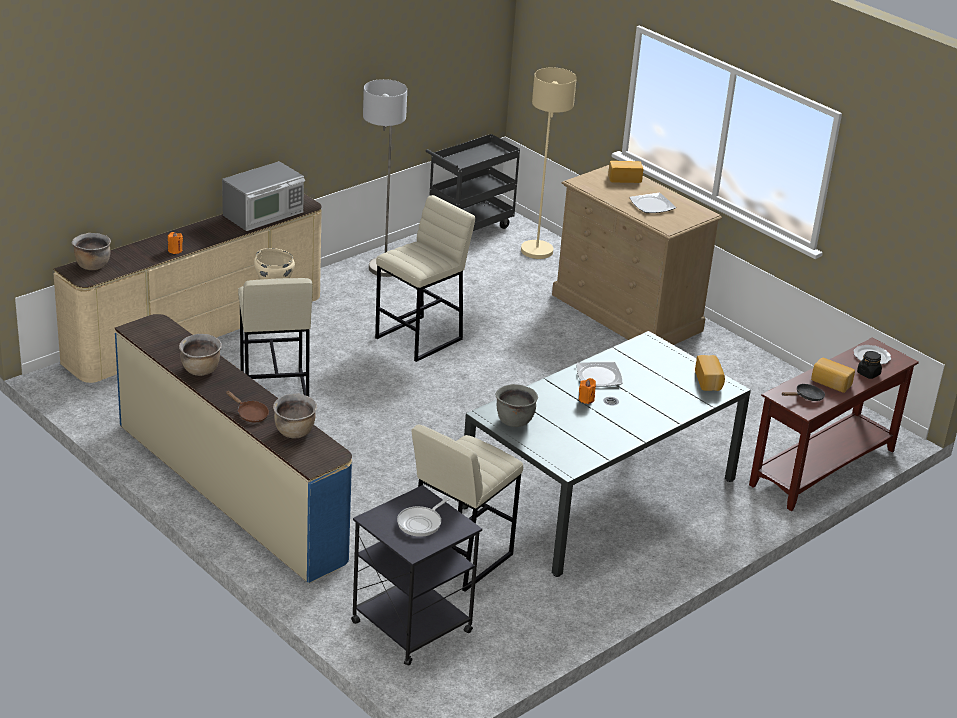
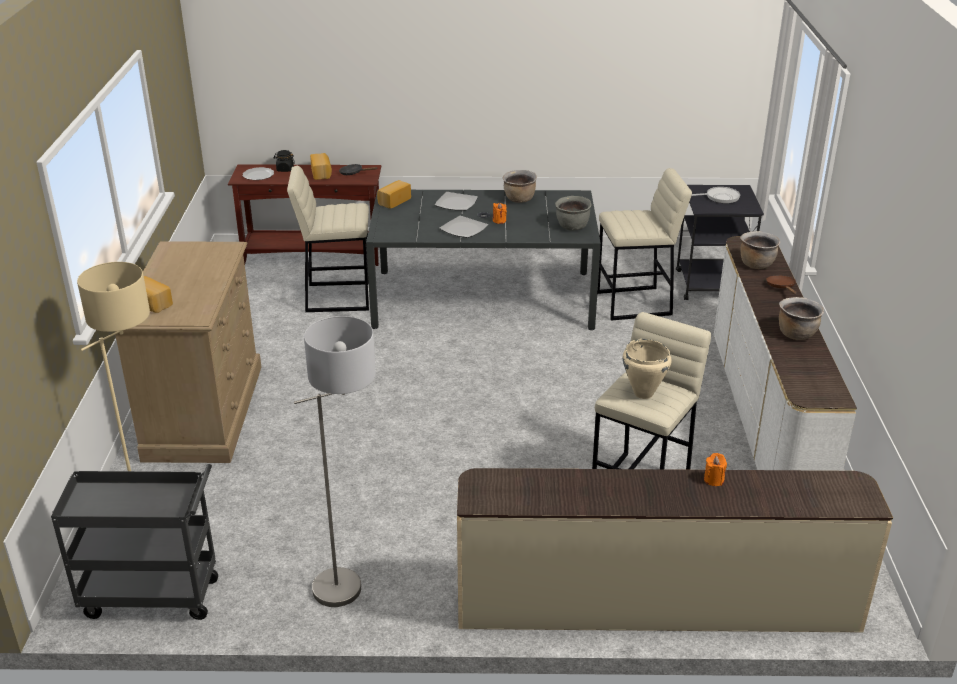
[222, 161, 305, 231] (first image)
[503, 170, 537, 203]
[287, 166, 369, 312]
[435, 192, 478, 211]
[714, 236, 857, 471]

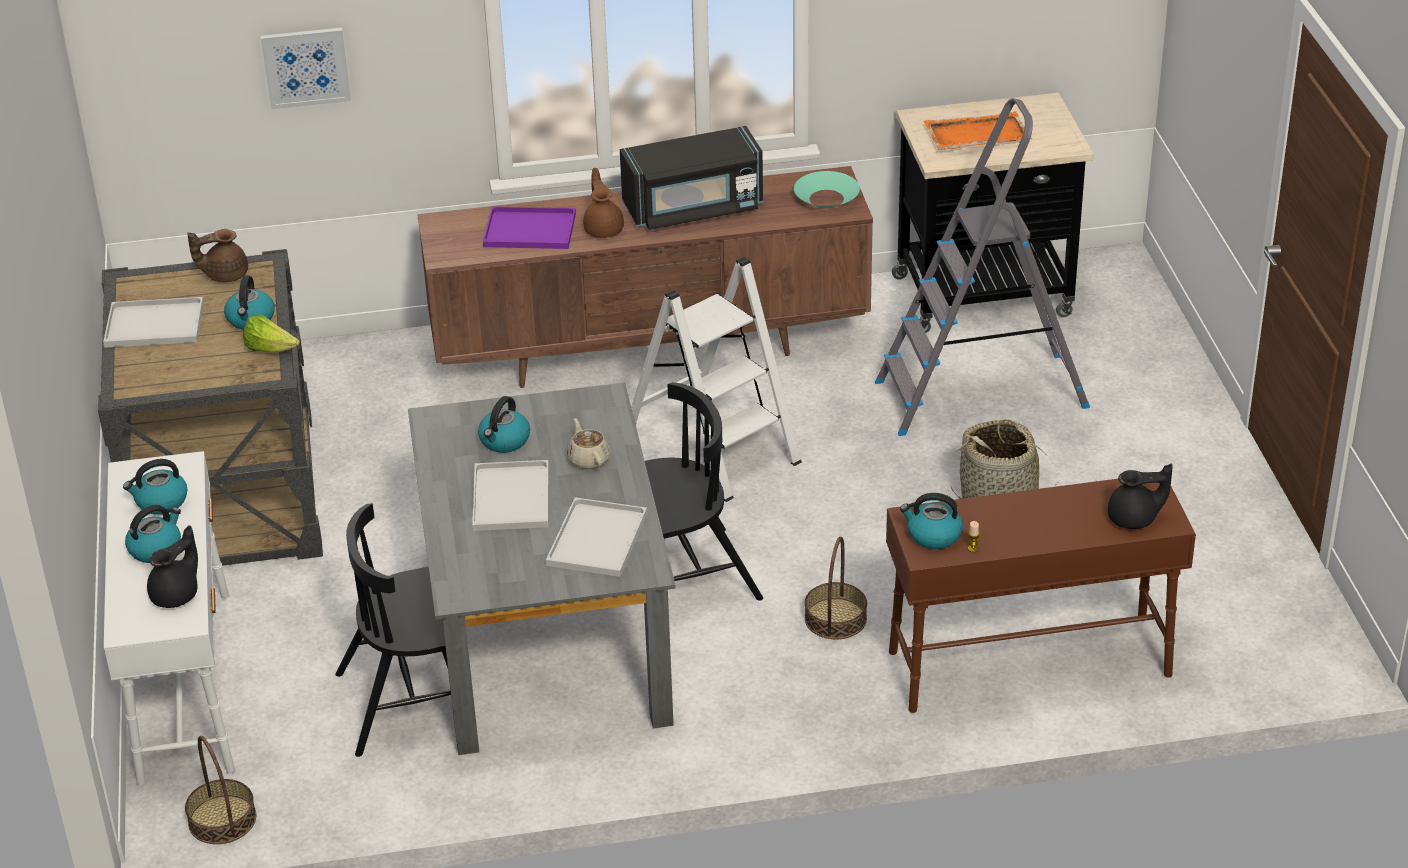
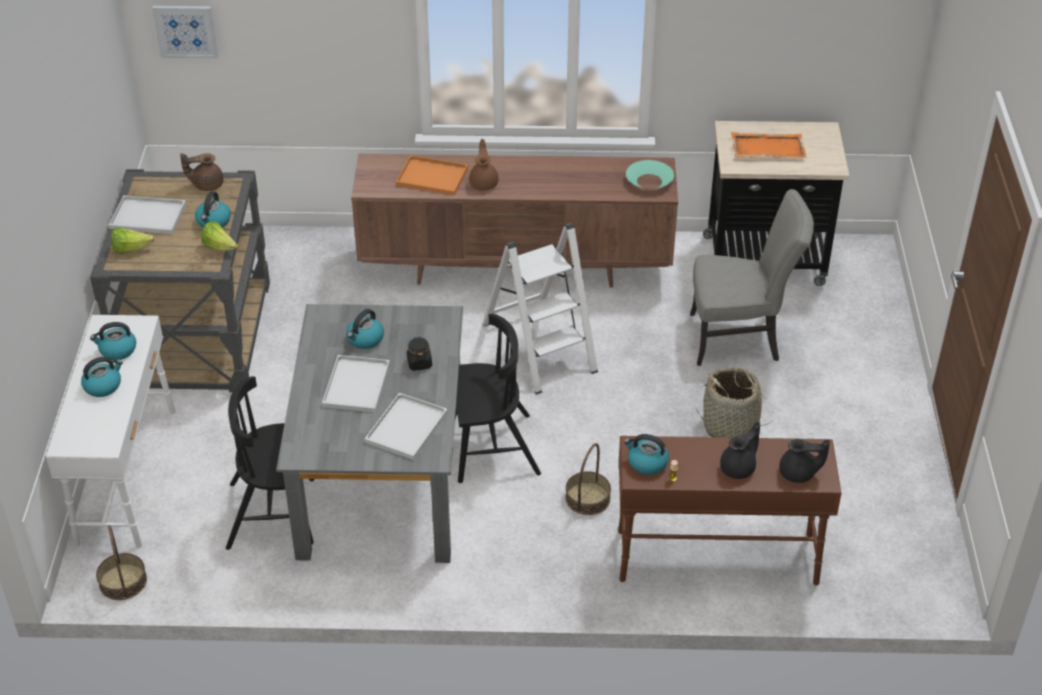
[620, 126, 763, 230] (first image)
[111, 227, 155, 254]
[720, 421, 760, 479]
[152, 6, 218, 59]
[407, 337, 432, 371]
[690, 189, 814, 366]
[396, 155, 468, 195]

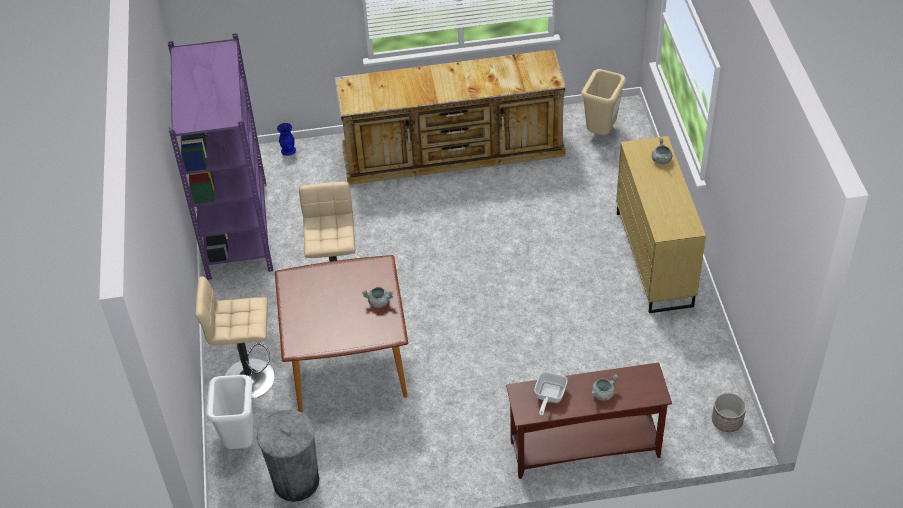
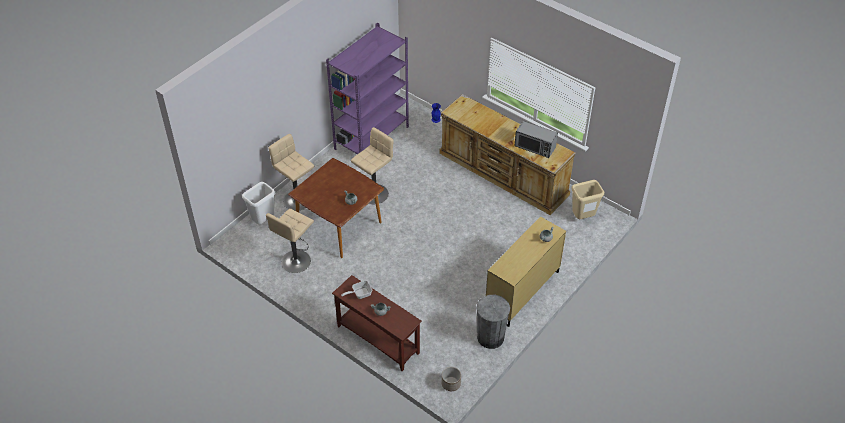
[266, 208, 314, 273]
[514, 121, 558, 158]
[476, 295, 510, 349]

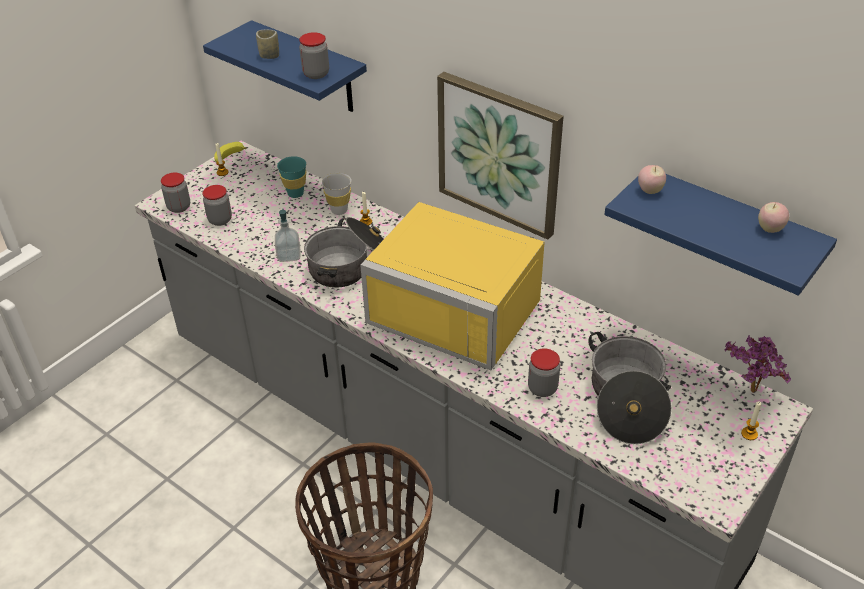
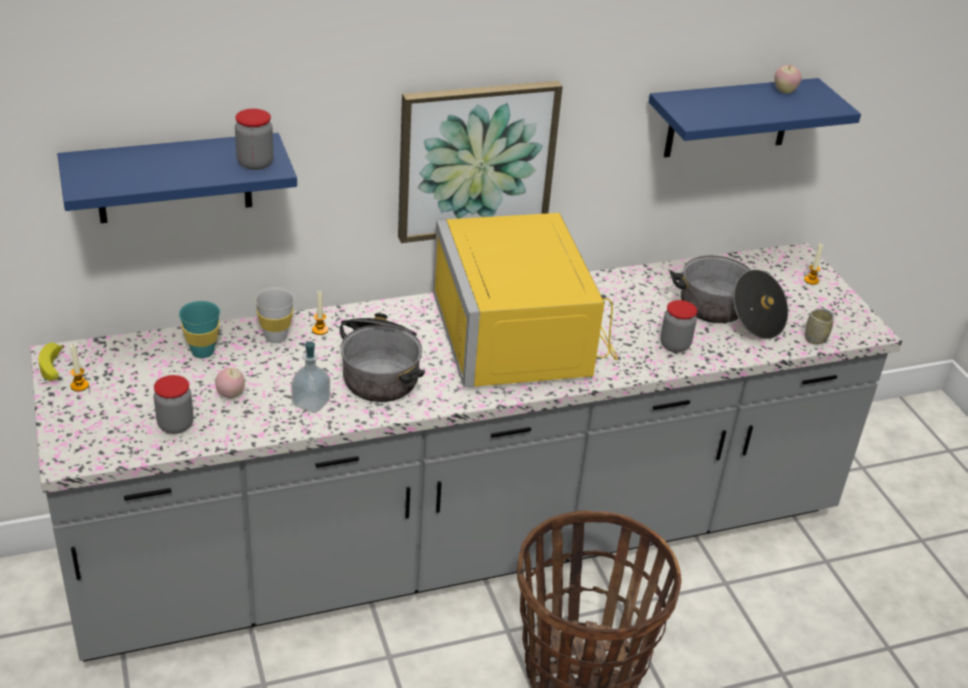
[161, 173, 190, 213] (first image)
[724, 335, 791, 393] (first image)
[805, 309, 834, 344]
[215, 368, 245, 399]
[433, 213, 618, 387]

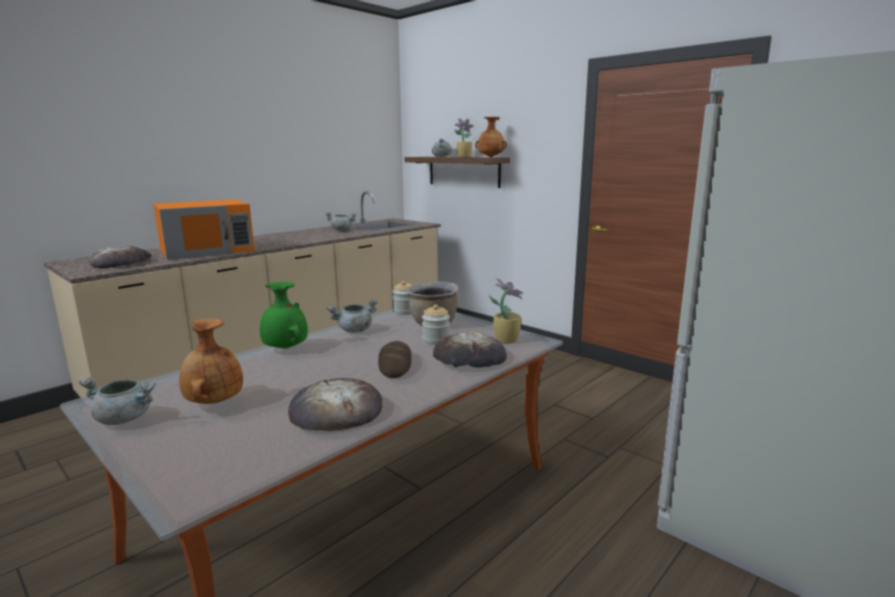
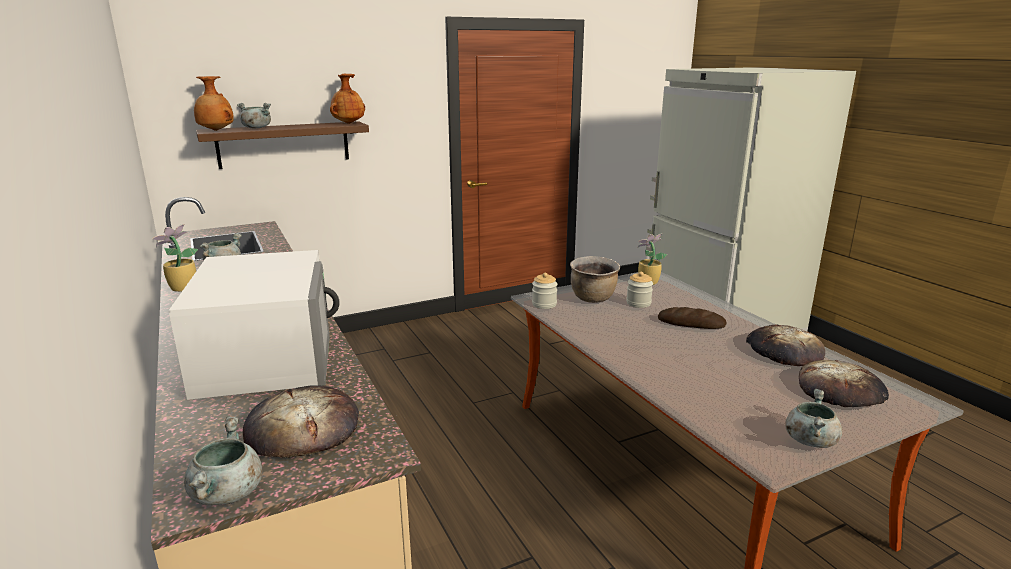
[260, 282, 308, 349] (first image)
[194, 76, 234, 131]
[184, 416, 263, 505]
[799, 360, 889, 407]
[152, 224, 198, 292]
[168, 250, 340, 400]

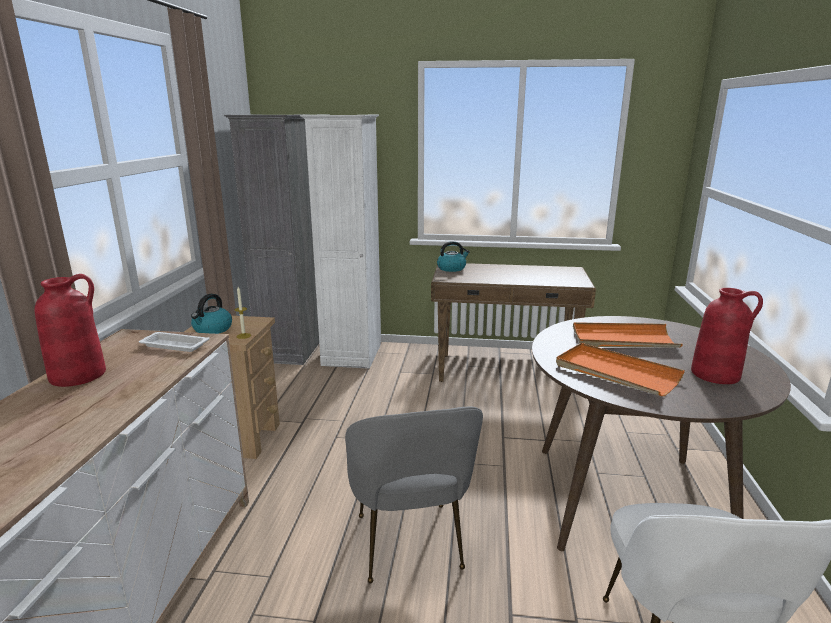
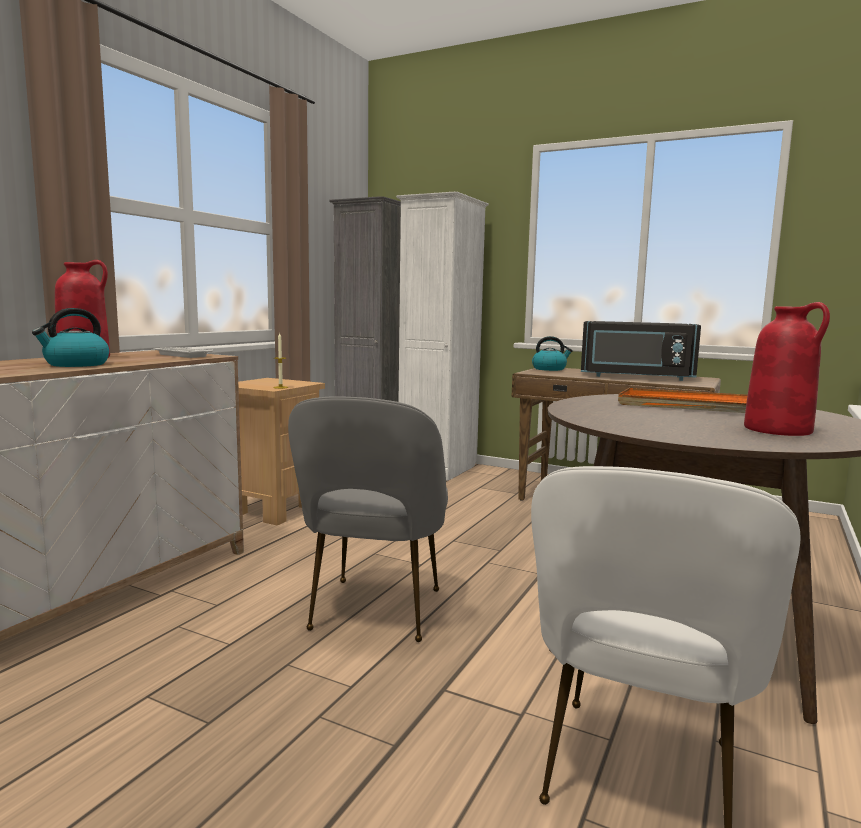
[556, 343, 685, 396] (first image)
[581, 321, 701, 381]
[32, 308, 109, 367]

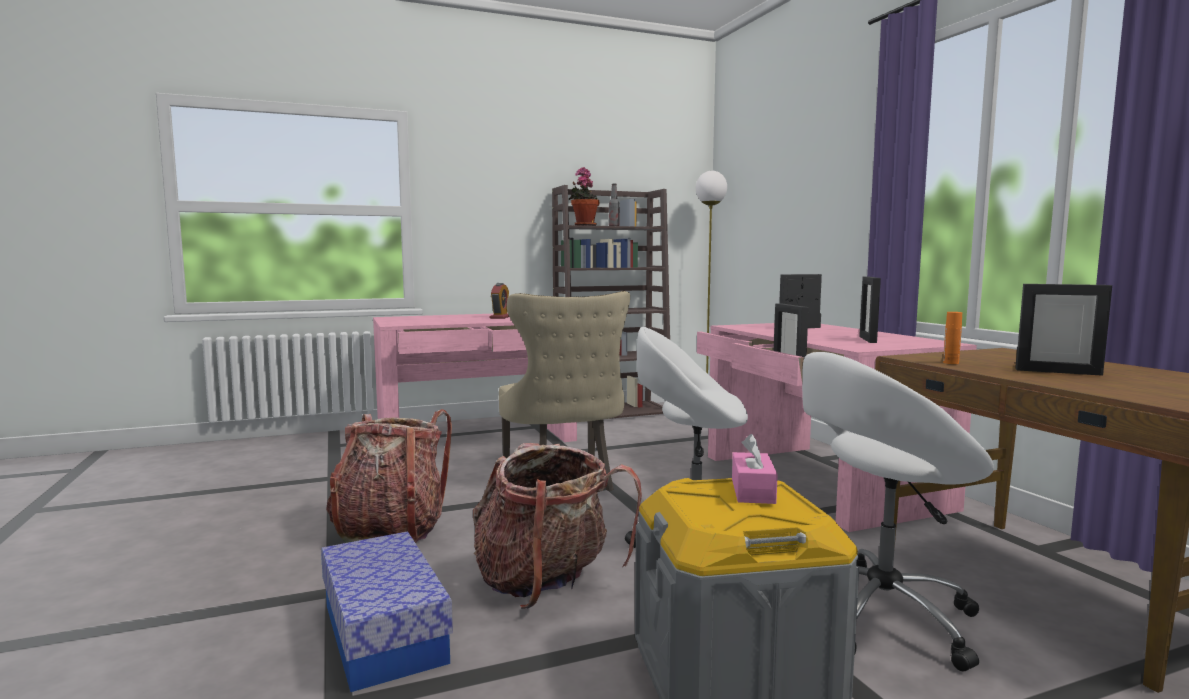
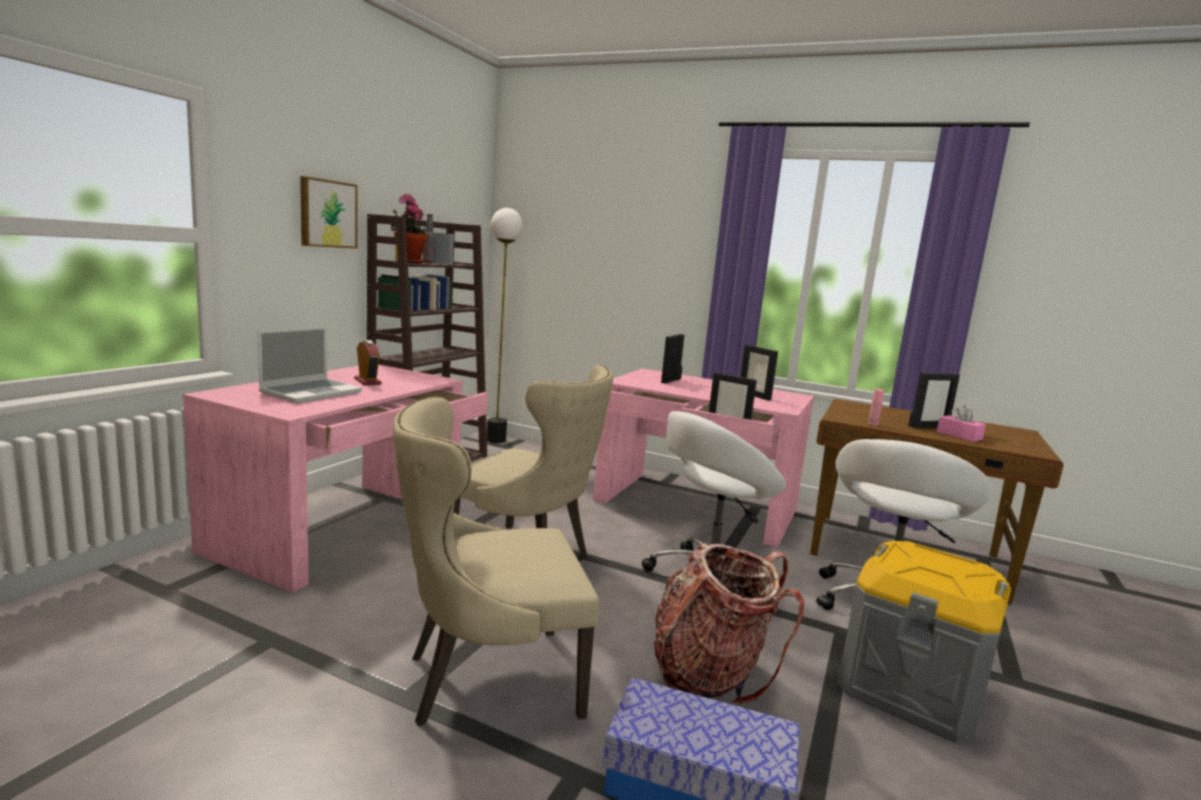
[258, 327, 362, 404]
[300, 176, 357, 248]
[937, 405, 986, 442]
[393, 397, 599, 726]
[868, 389, 884, 425]

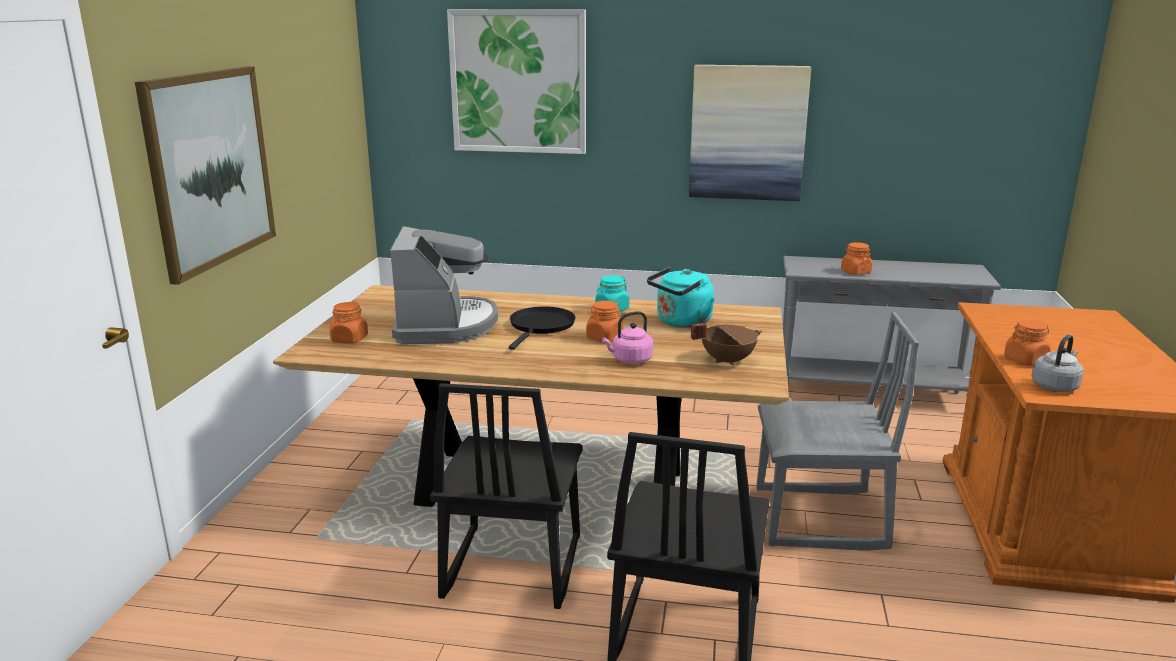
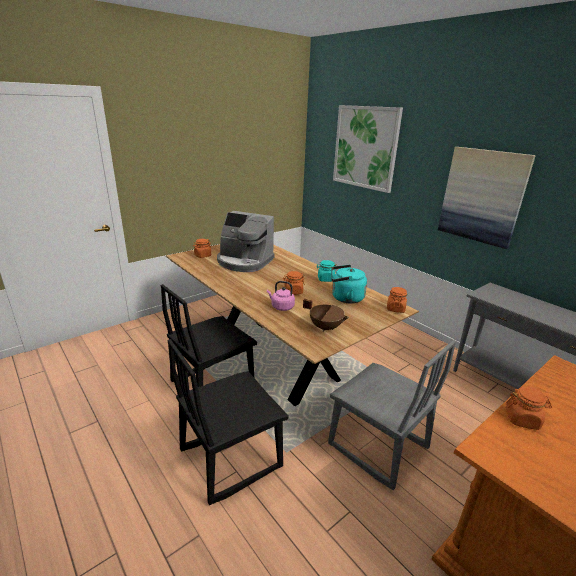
[135, 66, 276, 285] (first image)
[509, 306, 575, 350] (first image)
[1032, 335, 1084, 392] (first image)
[387, 287, 407, 313]
[217, 211, 275, 272]

